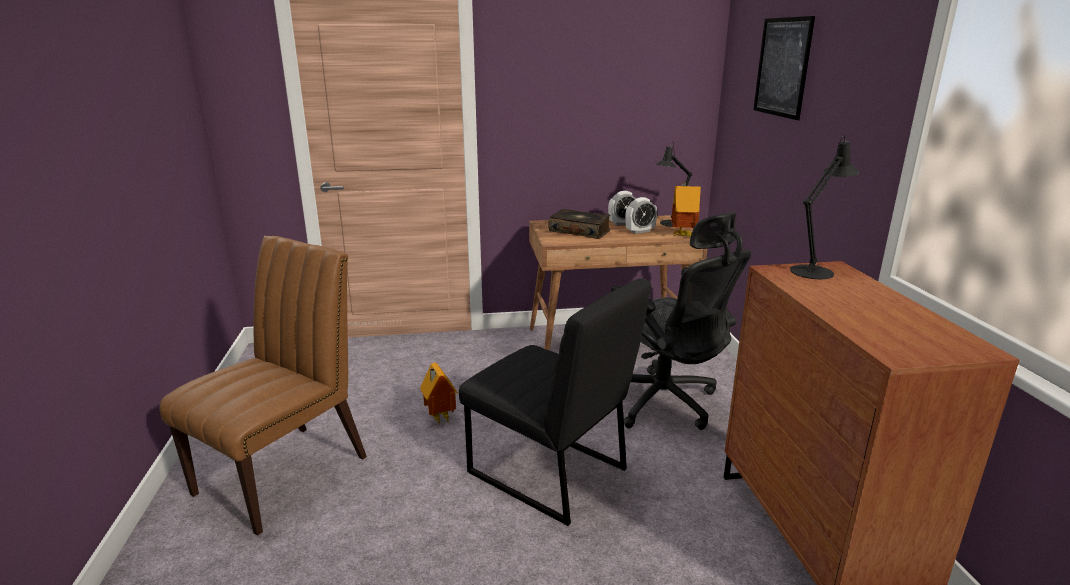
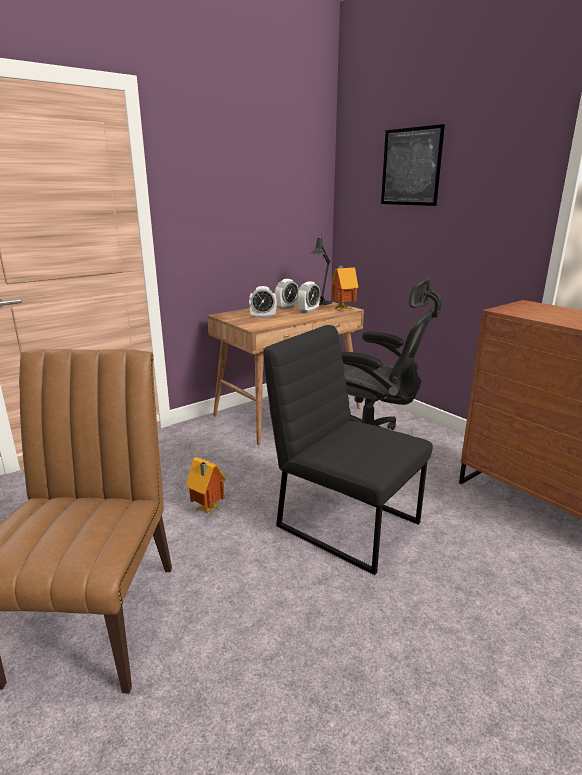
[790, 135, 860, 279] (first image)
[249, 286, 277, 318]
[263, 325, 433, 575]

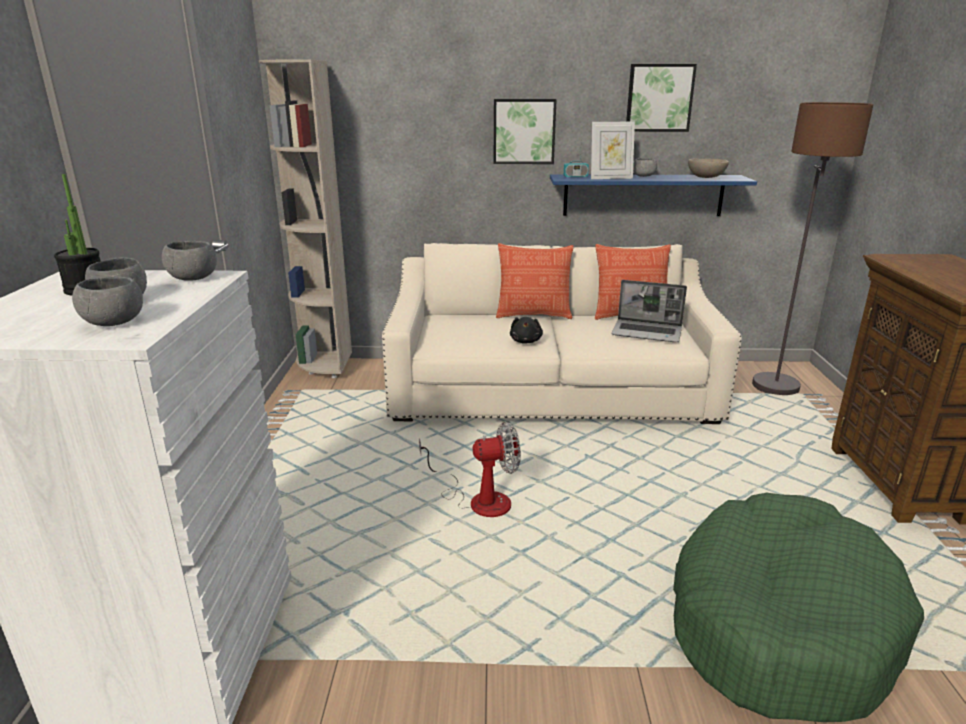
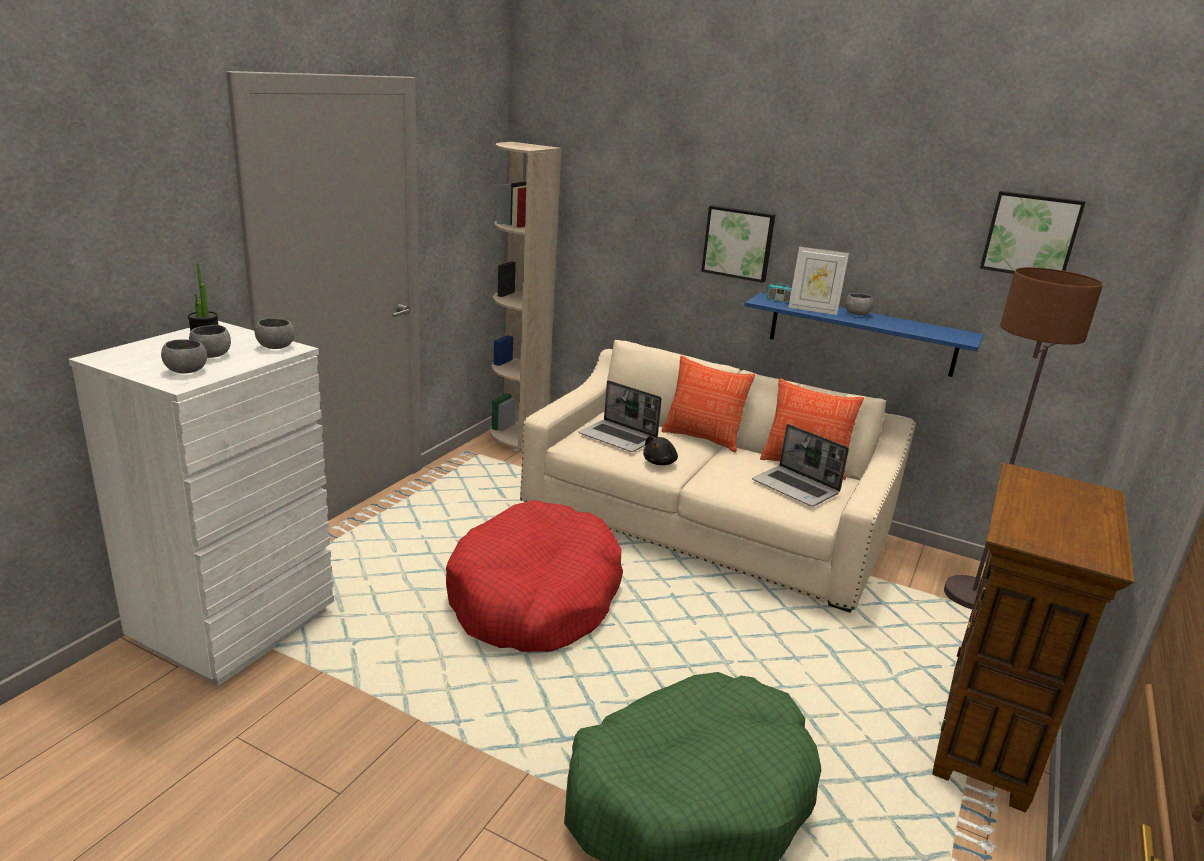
[688, 158, 729, 178] (first image)
[579, 380, 662, 452]
[980, 191, 1086, 274]
[446, 500, 623, 652]

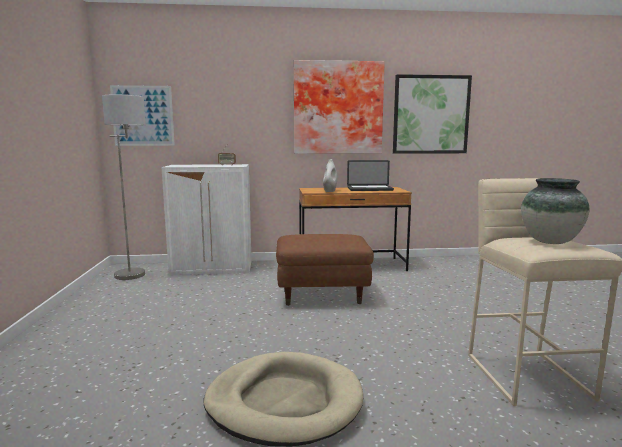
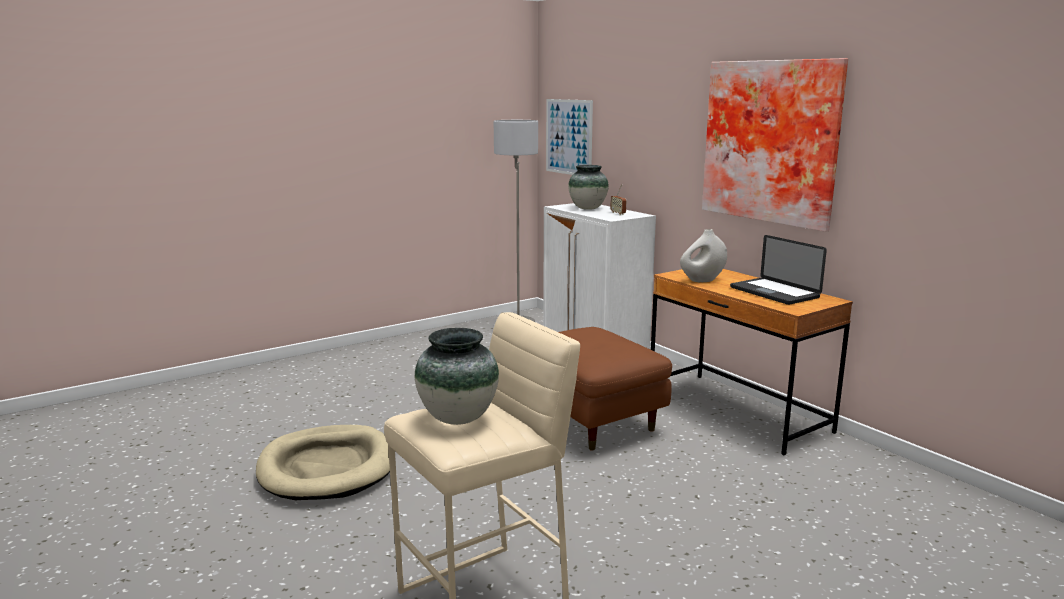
[393, 74, 472, 154] (first image)
[568, 165, 609, 210]

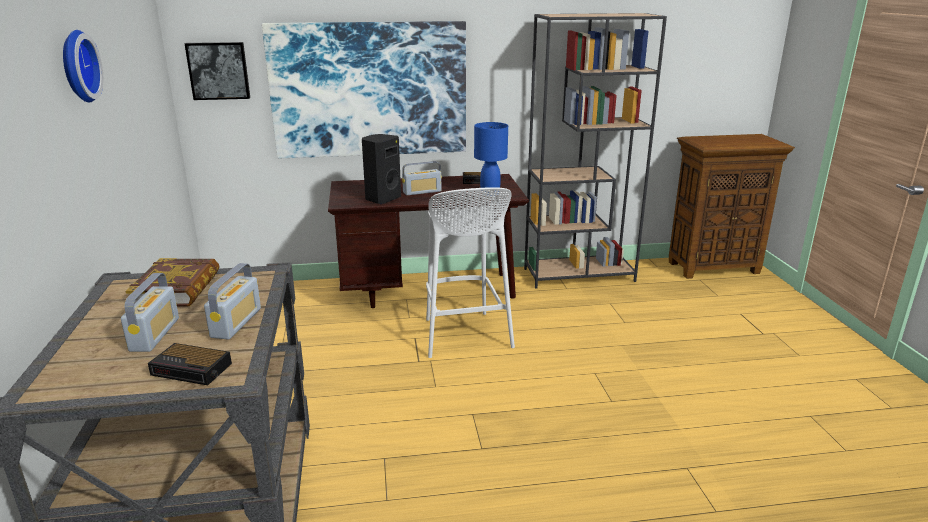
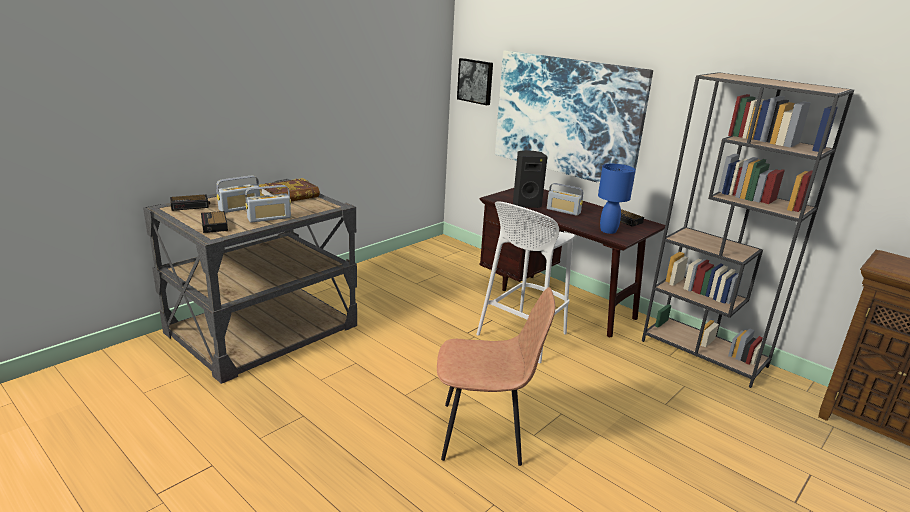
[63, 30, 103, 103] (first image)
[170, 194, 210, 211]
[437, 287, 555, 466]

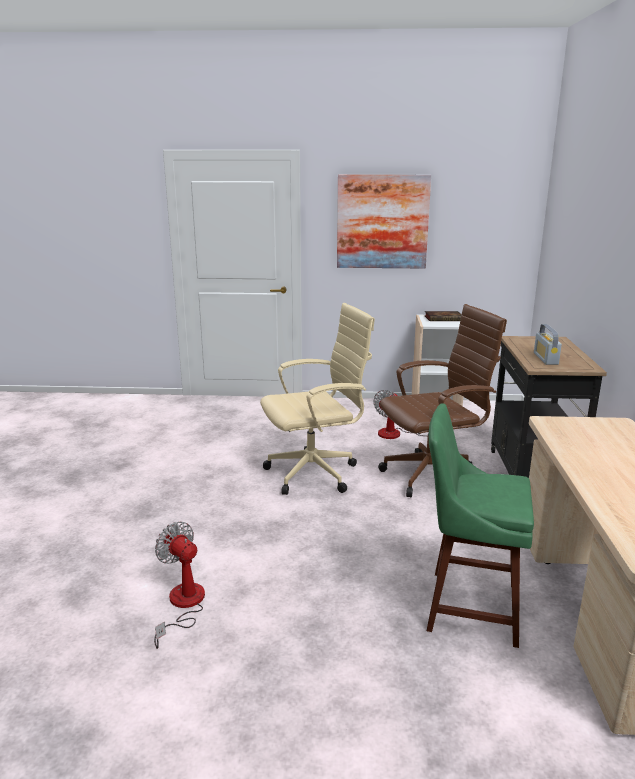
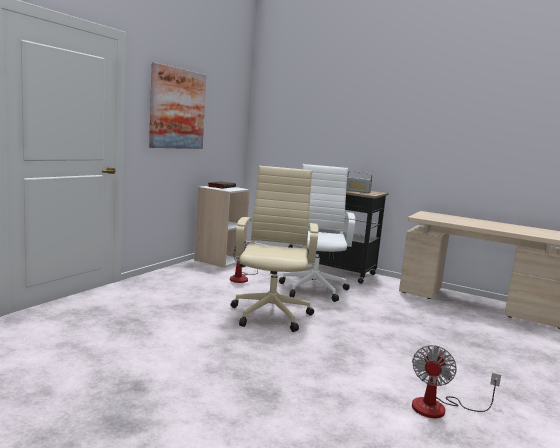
[427, 403, 534, 648] (first image)
[279, 164, 355, 302]
[412, 345, 501, 418]

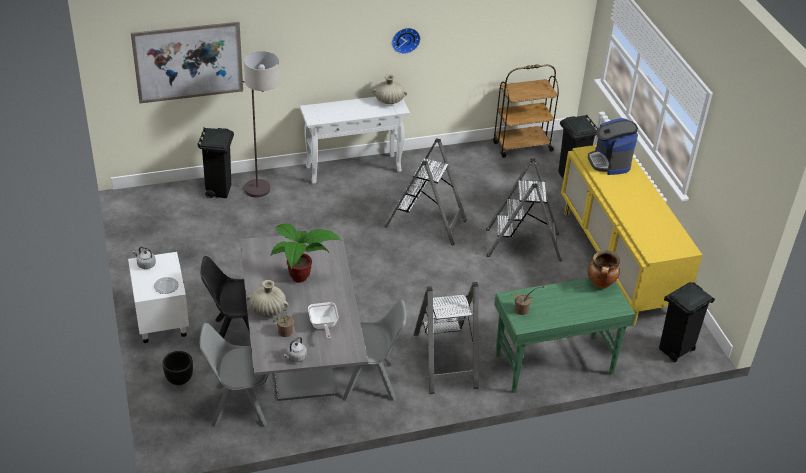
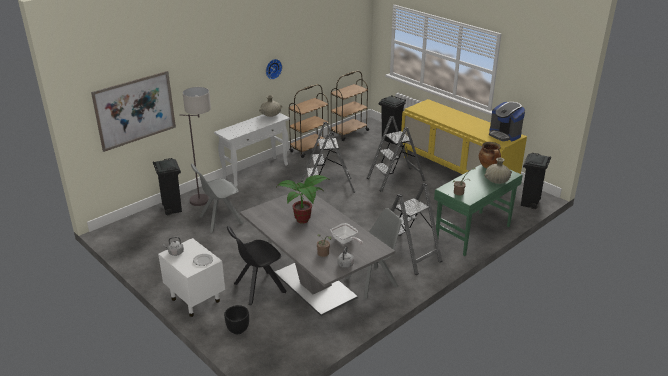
[289, 84, 329, 158]
[191, 163, 244, 233]
[484, 158, 512, 184]
[489, 102, 525, 142]

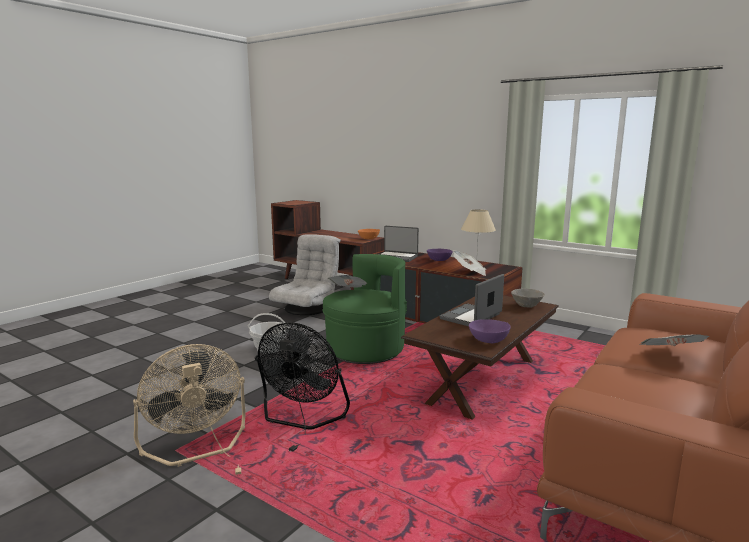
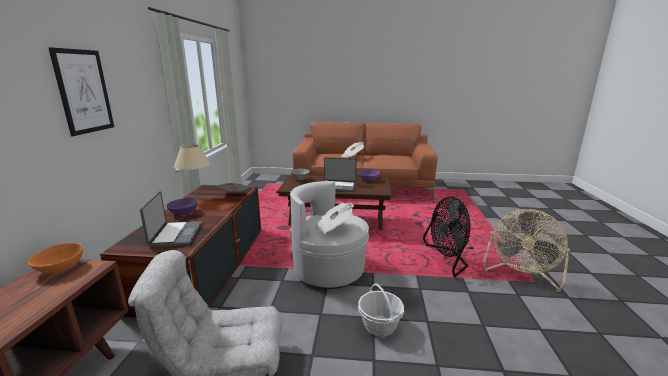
[48, 47, 114, 136]
[290, 181, 369, 289]

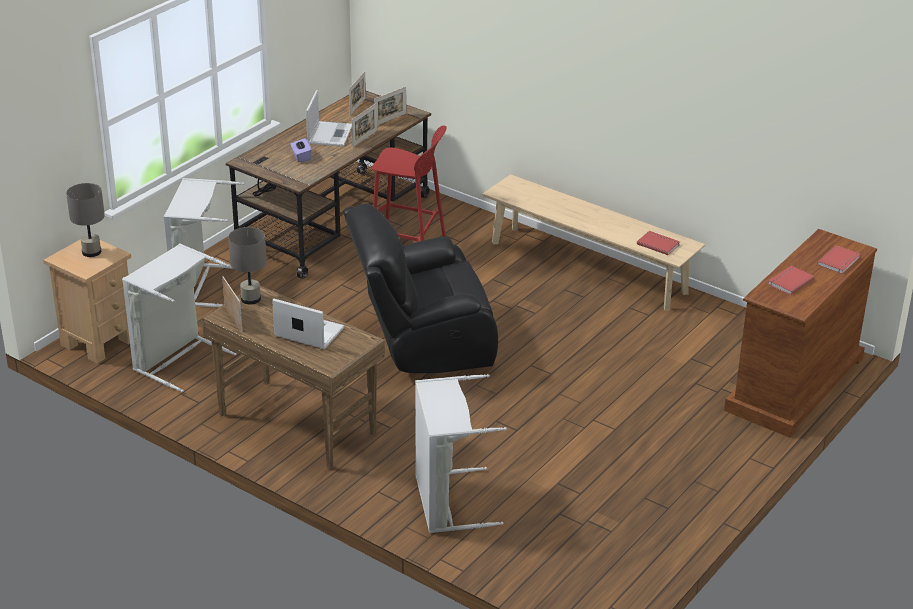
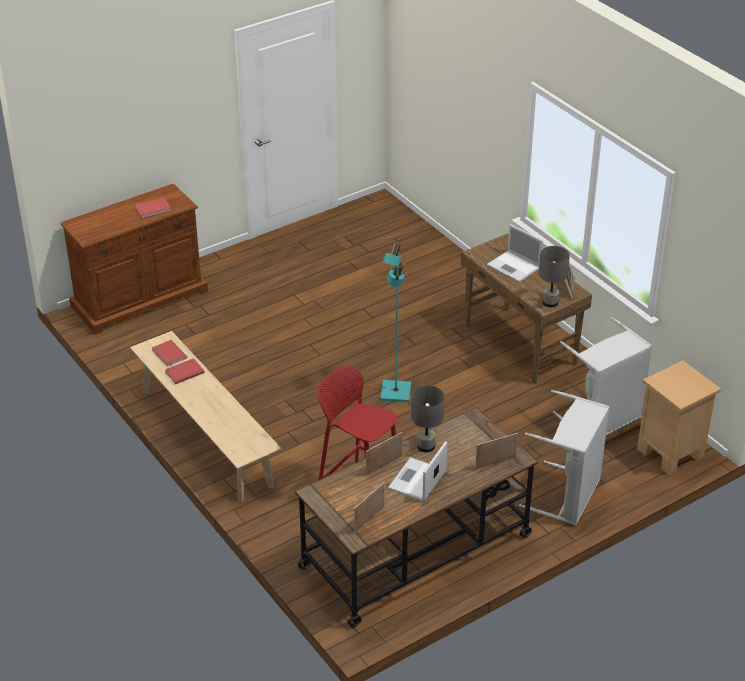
[290, 138, 312, 162] (first image)
[415, 374, 507, 533] (first image)
[411, 385, 444, 452]
[475, 433, 518, 470]
[165, 358, 205, 384]
[380, 238, 411, 402]

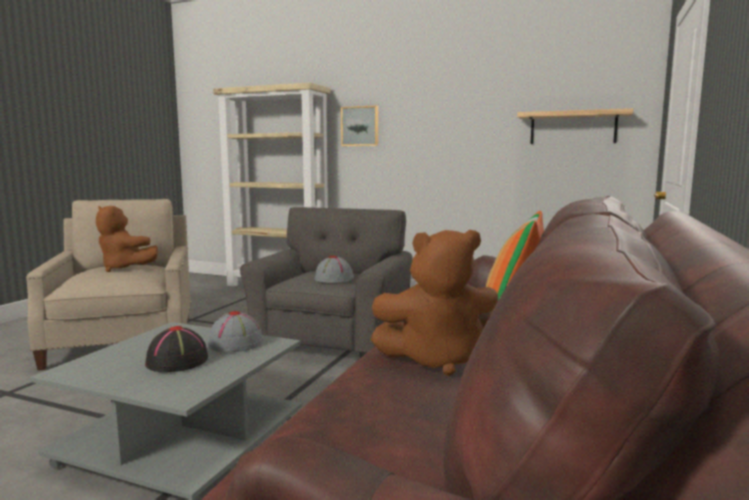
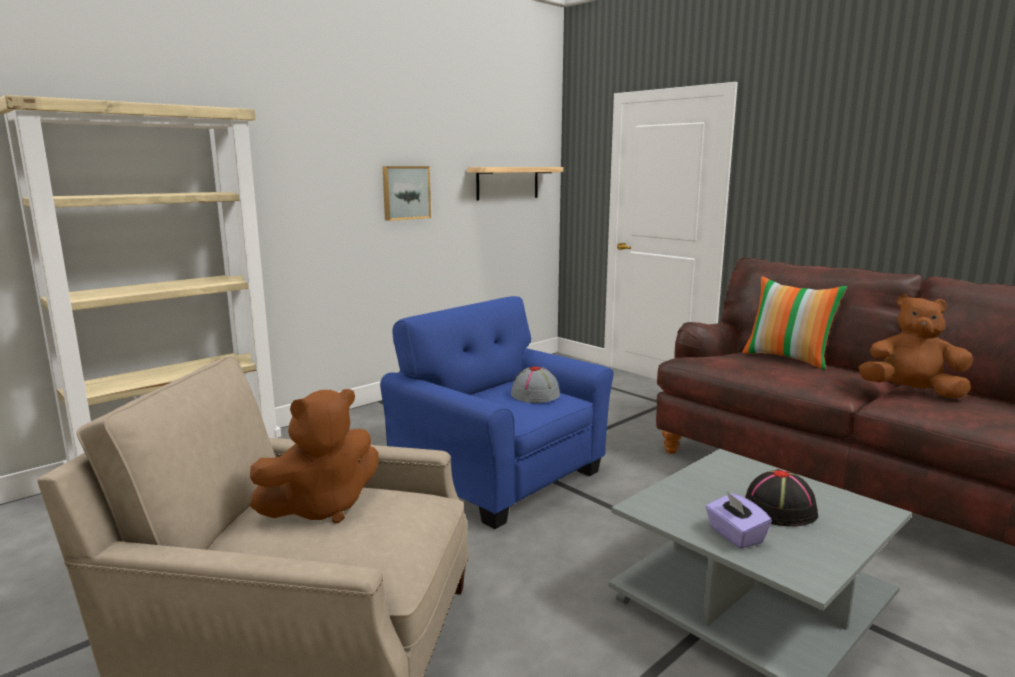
[207, 311, 263, 352] (first image)
[705, 492, 772, 549]
[382, 166, 431, 221]
[380, 296, 614, 529]
[859, 294, 973, 399]

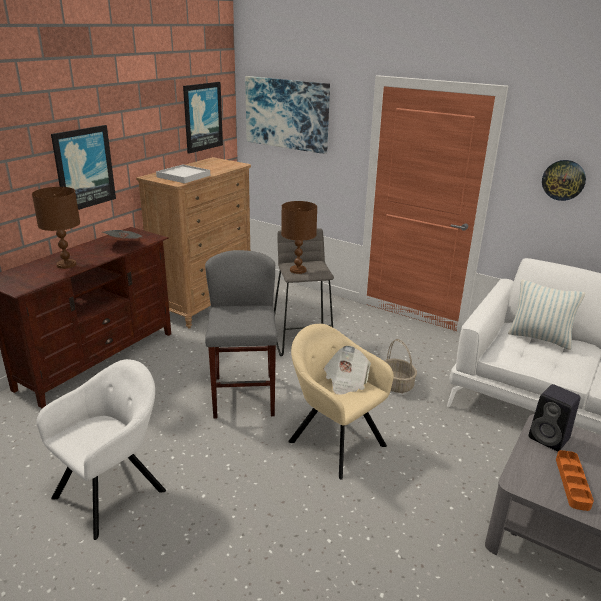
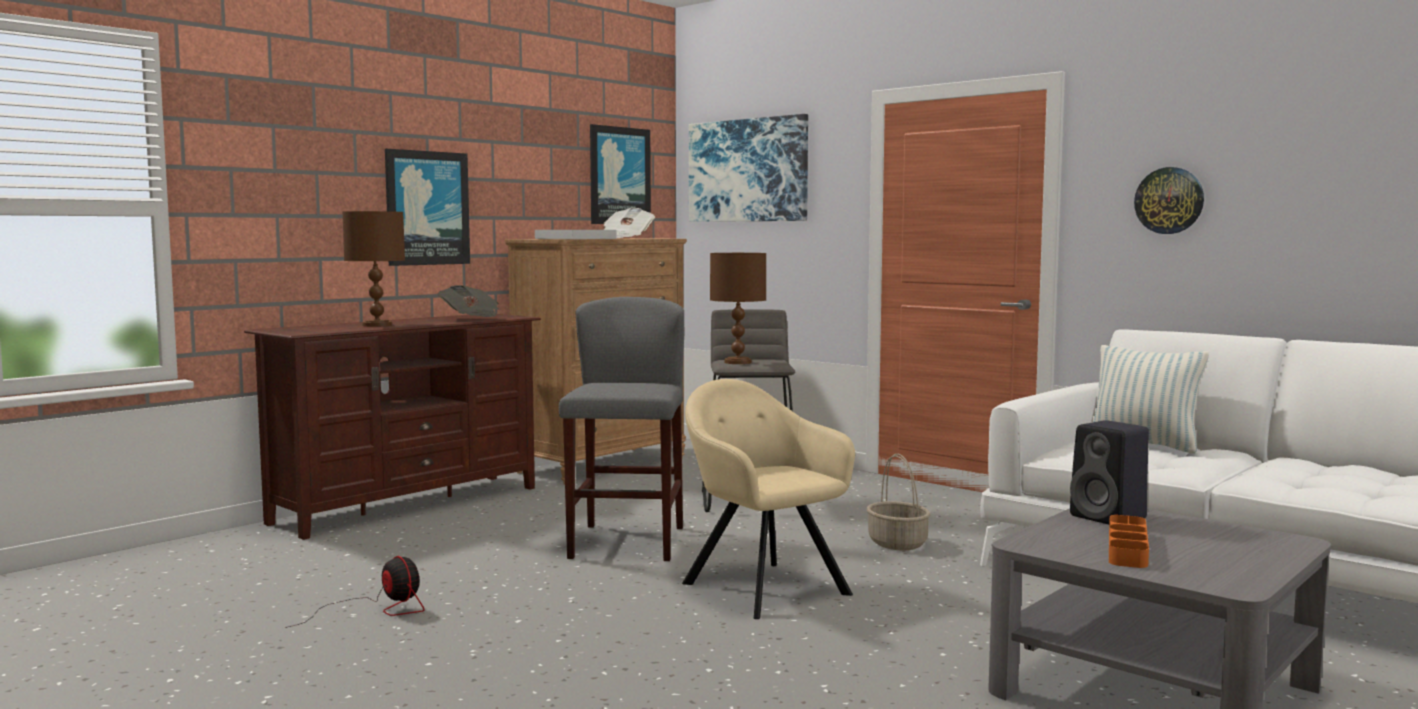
[603, 208, 655, 238]
[285, 556, 424, 628]

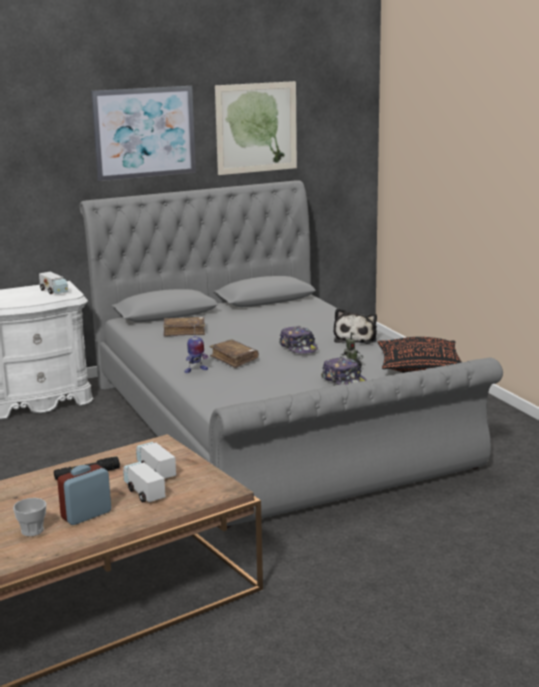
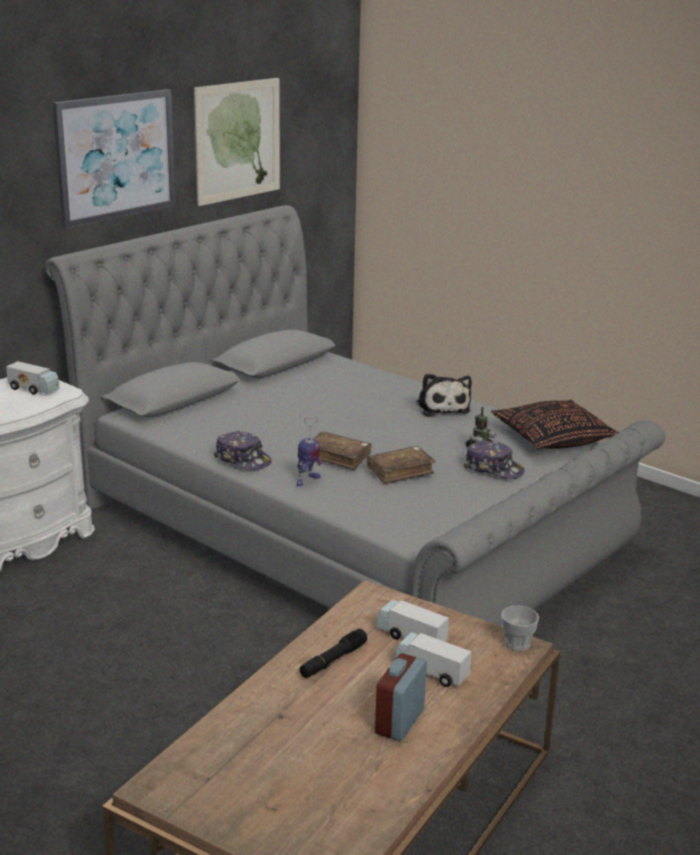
[501, 606, 539, 651]
[367, 446, 436, 484]
[214, 431, 272, 470]

